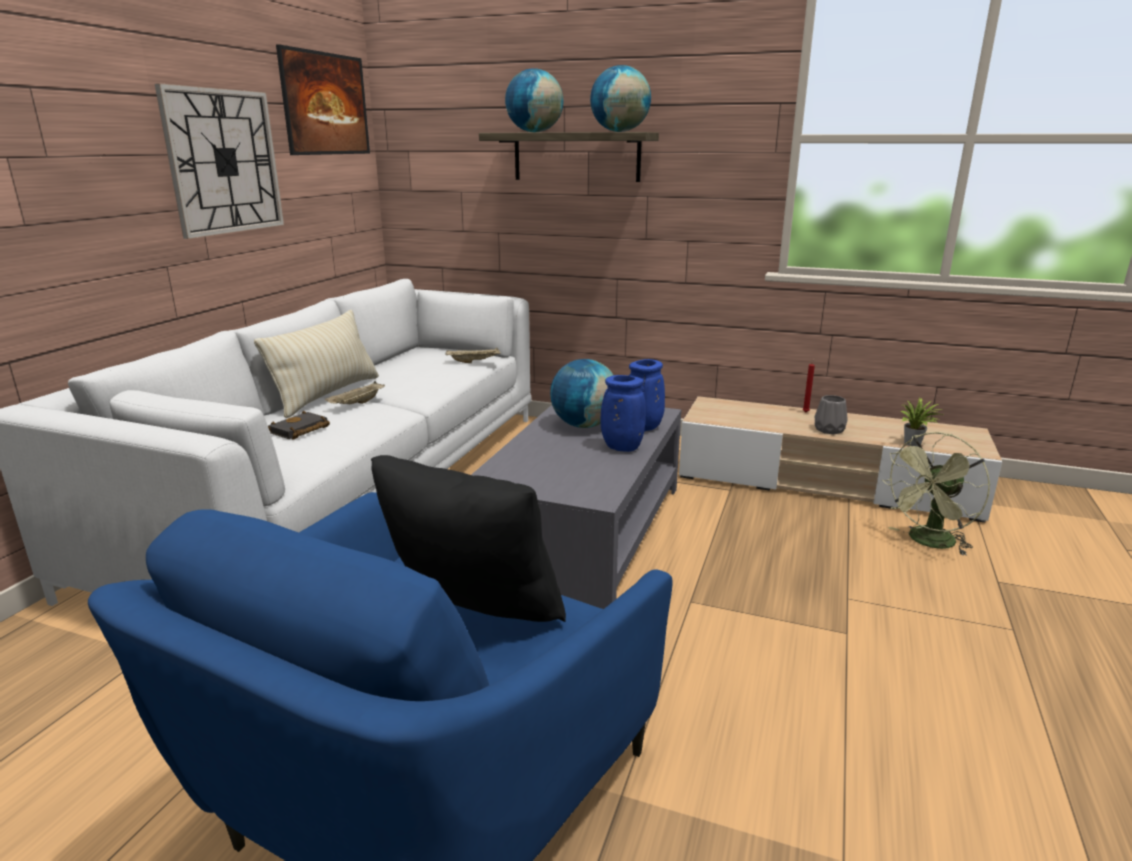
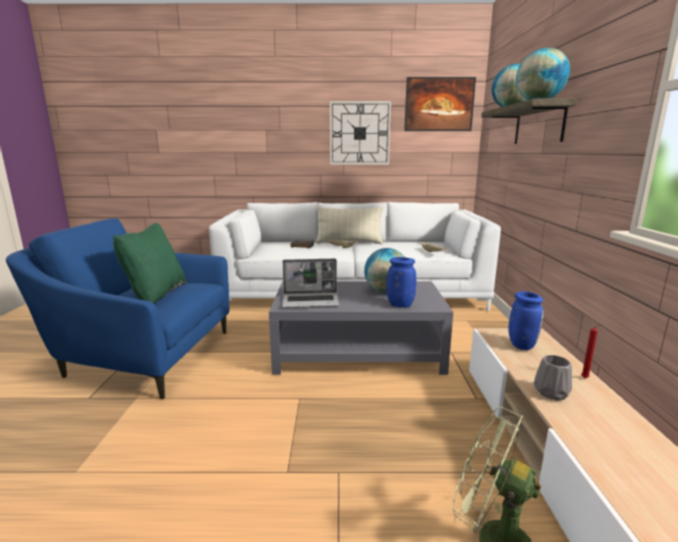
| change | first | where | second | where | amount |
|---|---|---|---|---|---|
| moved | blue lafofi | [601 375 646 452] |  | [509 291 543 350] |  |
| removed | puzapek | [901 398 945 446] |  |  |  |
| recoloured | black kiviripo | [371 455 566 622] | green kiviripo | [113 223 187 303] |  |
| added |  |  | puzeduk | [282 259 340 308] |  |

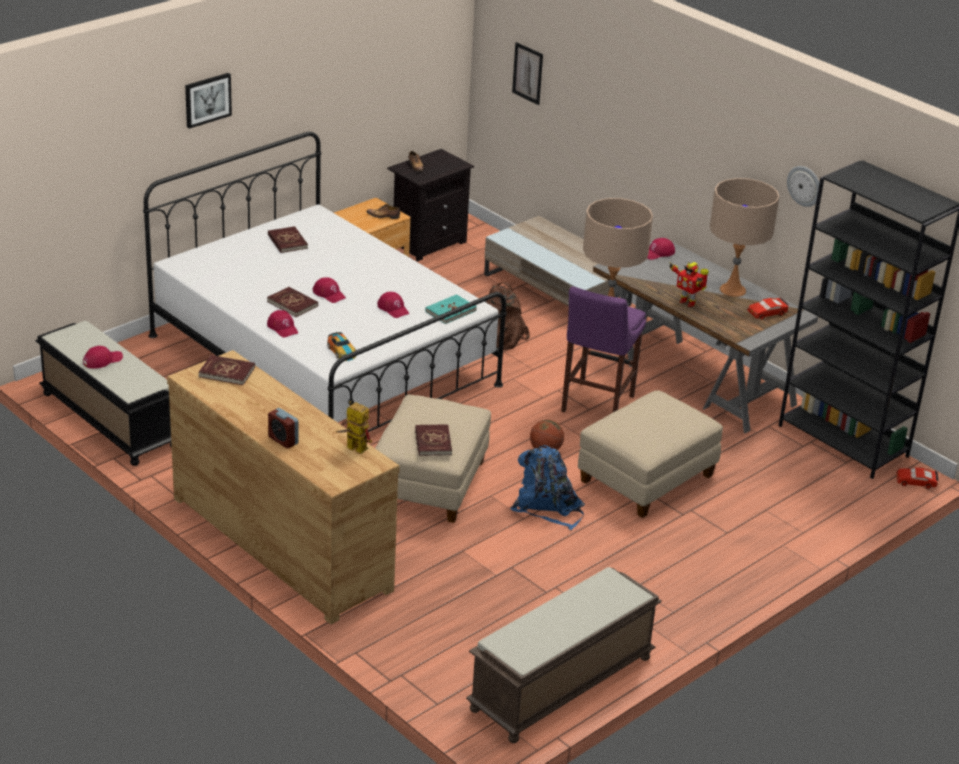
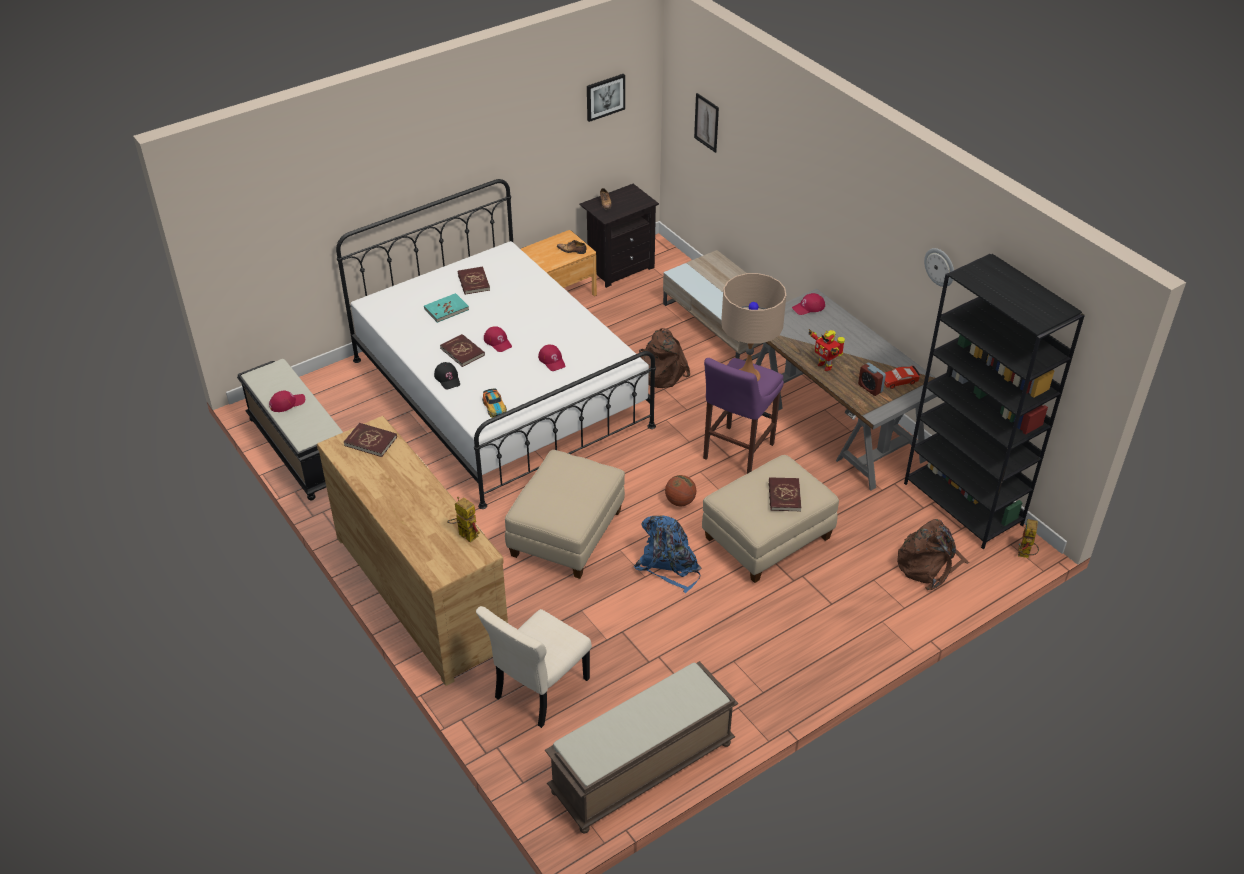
| change | first | where | second | where | amount |
|---|---|---|---|---|---|
| moved | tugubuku | [185 73 232 129] |  | [587 74 625 122] |  |
| removed | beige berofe | [710 178 779 297] |  |  |  |
| moved | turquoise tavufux | [425 294 477 324] |  | [424 293 469 323] |  |
| recoloured | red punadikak | [267 310 298 337] | black punadikak | [434 362 460 389] |  |
| moved | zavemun | [268 408 299 448] |  | [858 363 886 396] |  |
| moved | red tavufux | [415 424 452 456] |  | [769 477 802 511] |  |
| replaced | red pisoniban | [896 467 939 489] | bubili | [1018 519 1039 558] |  |
| added |  |  | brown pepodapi | [897 519 969 590] |  |
| added |  |  | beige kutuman | [476 606 592 728] |  |

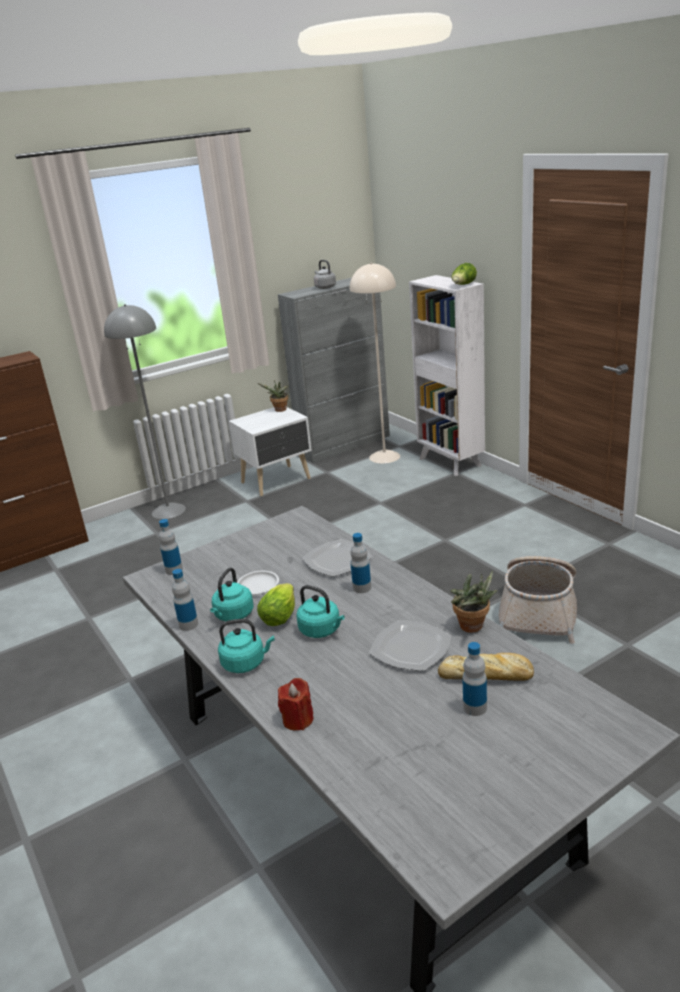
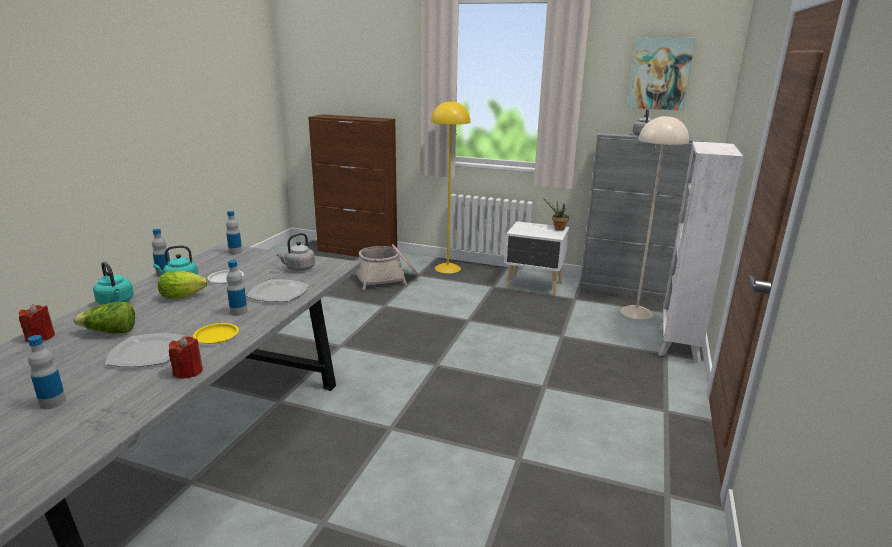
| change | first | where | second | where | amount |
|---|---|---|---|---|---|
| moved | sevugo | [451 263 477 285] |  | [73 302 135 333] |  |
| recoloured | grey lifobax | [104 304 186 519] | yellow lifobax | [431 100 470 273] |  |
| moved | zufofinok | [499 556 577 644] |  | [354 244 420 290] |  |
| replaced | puzapek | [451 571 498 633] | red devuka | [169 336 203 379] |  |
| removed | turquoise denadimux | [296 585 345 638] |  |  |  |
| removed | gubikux | [438 653 534 681] |  |  |  |
| added |  |  | tugubuku | [627 37 696 111] |  |
| added |  |  | grey denadimux | [277 233 315 271] |  |
| added |  |  | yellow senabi | [193 323 239 344] |  |

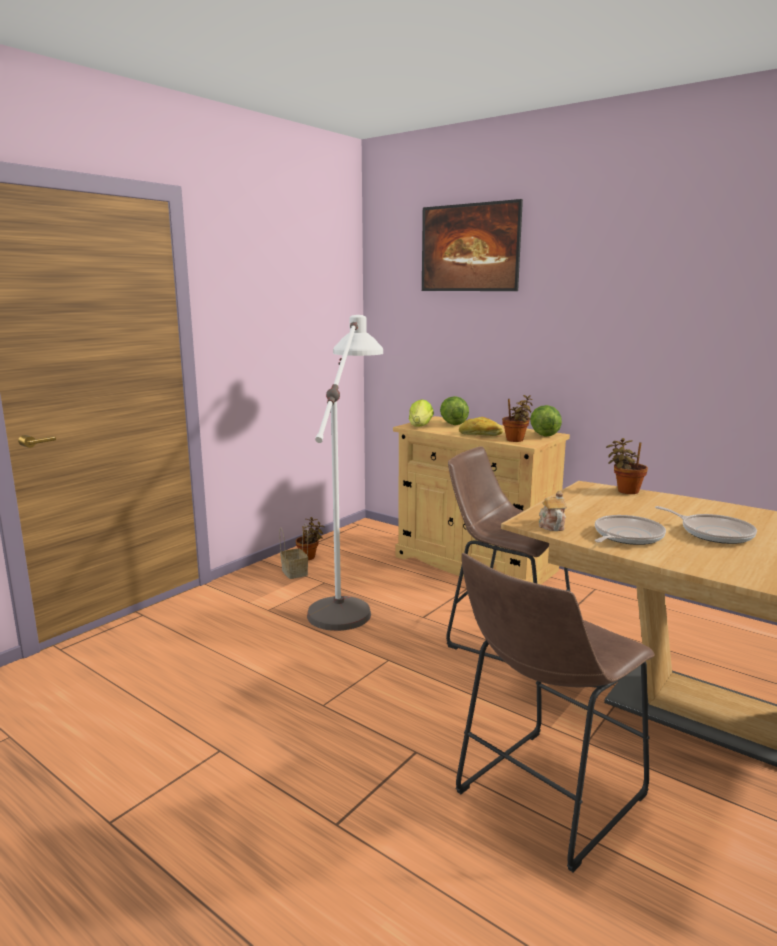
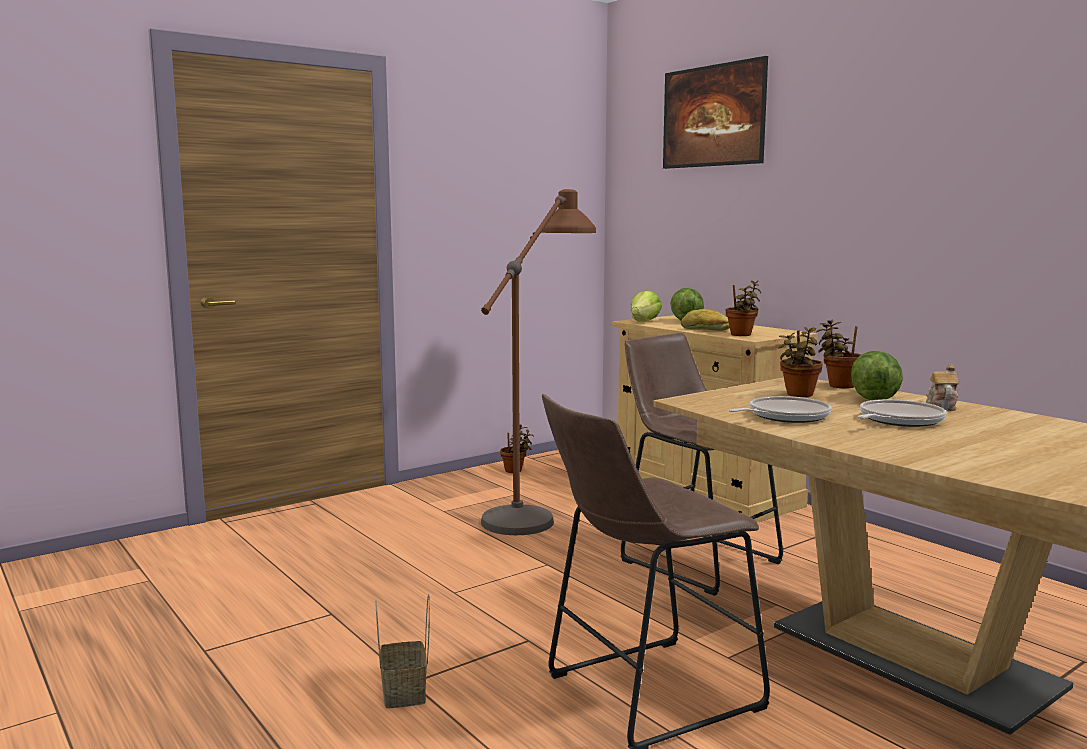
| change | first | where | second | where | amount |
|---|---|---|---|---|---|
| recoloured | white lifobax | [307 315 383 631] | brown lifobax | [481 189 596 535] |  |
| moved | sevugo | [530 405 562 437] |  | [851 351 903 400] |  |
| moved | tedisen | [539 491 567 531] |  | [926 364 959 411] |  |
| turned | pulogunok | [655 506 757 544] |  | [857 399 947 427] | 105 degrees counterclockwise |
| moved | zufofinok | [279 523 308 579] |  | [375 594 430 708] |  |
| added |  |  | puzapek | [778 327 823 397] |  |

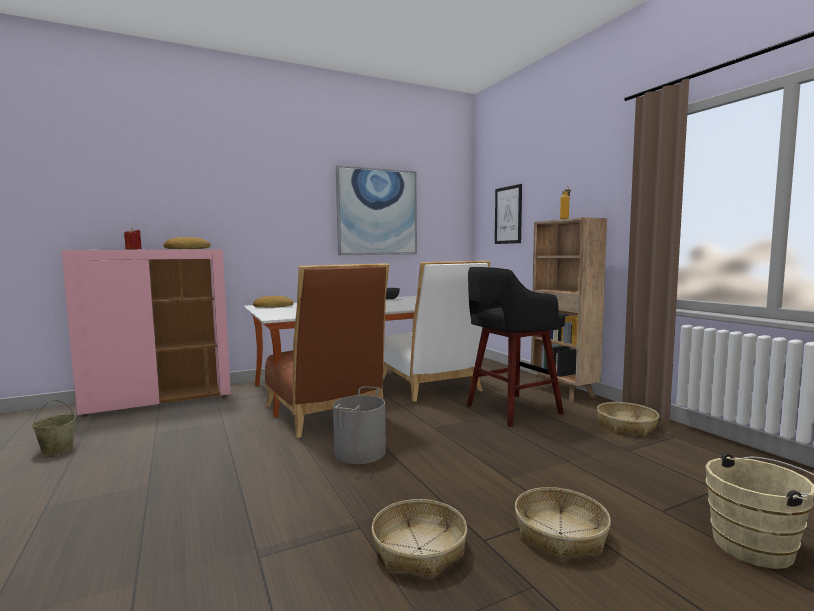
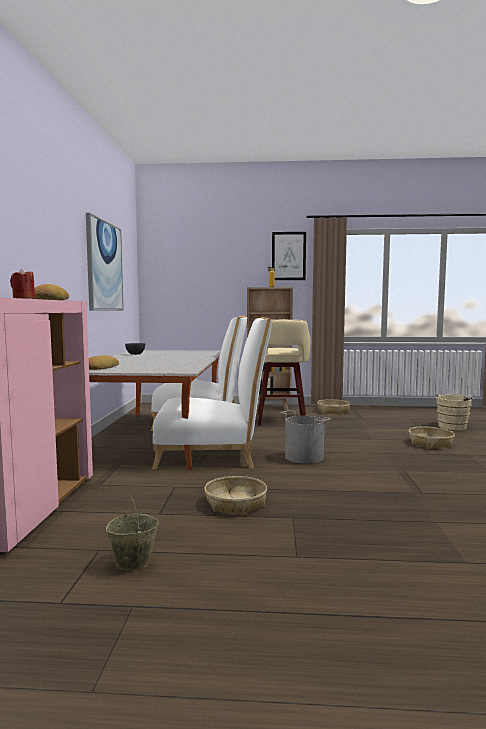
| change | first | where | second | where | amount |
|---|---|---|---|---|---|
| moved | tugubuku | [495 184 522 244] |  | [272 232 306 280] |  |
| recoloured | brown kutuman | [265 263 389 438] | white kutuman | [152 317 272 469] |  |
| recoloured | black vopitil | [467 267 565 427] | beige vopitil | [258 319 310 425] |  |
| moved | zufofinok | [371 499 467 578] |  | [204 476 267 516] |  |

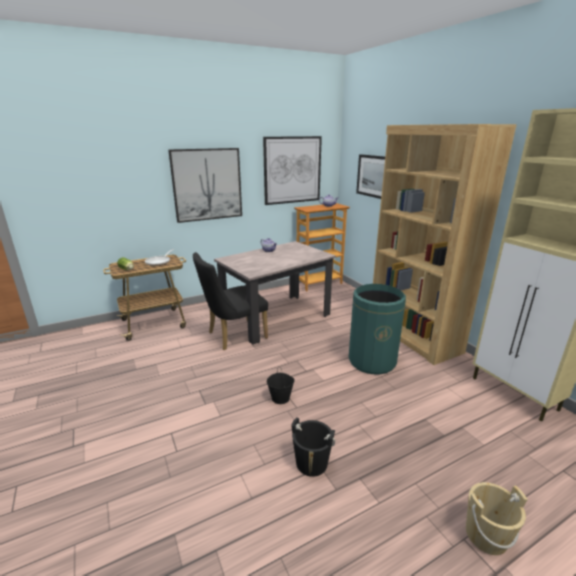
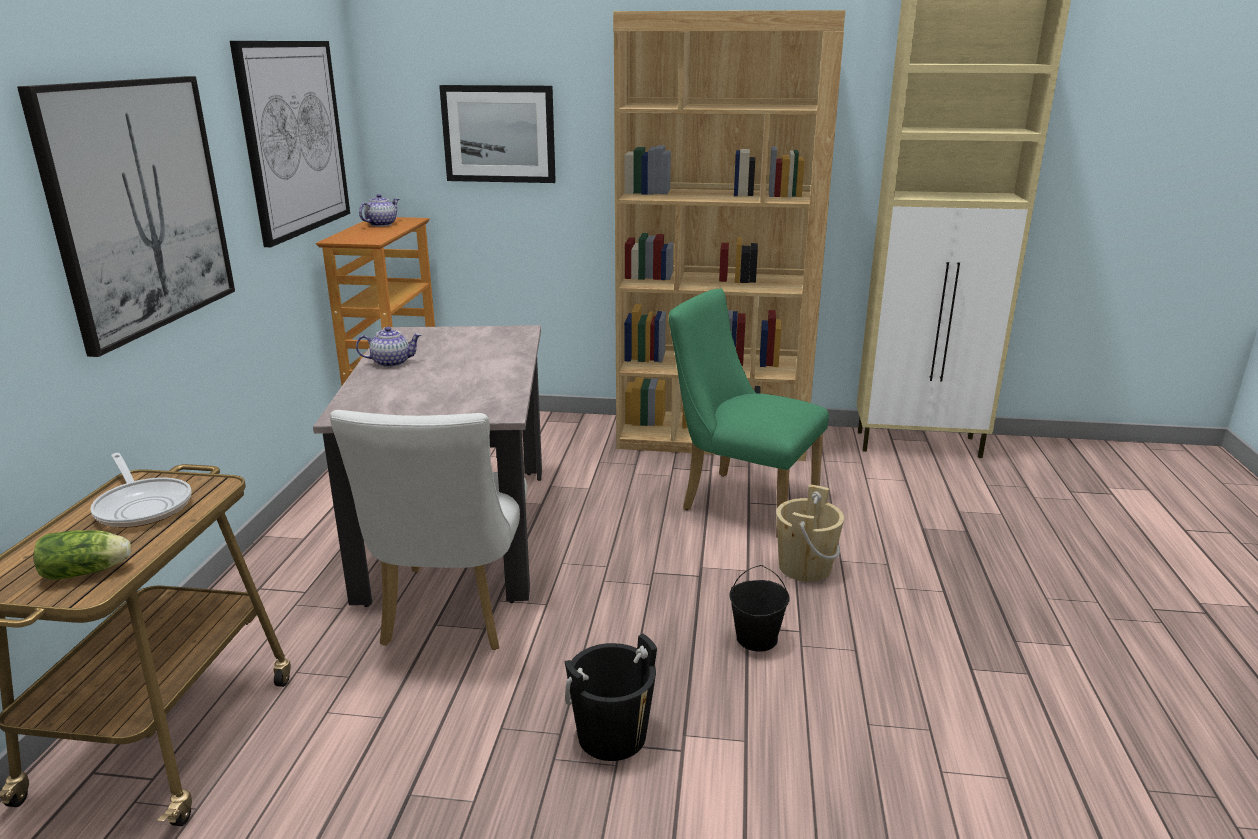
| change | first | where | second | where | amount |
|---|---|---|---|---|---|
| recoloured | black kutuman | [193 252 268 350] | white kutuman | [330 410 527 650] |  |
| replaced | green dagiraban | [349 284 406 375] | green kutuman | [669 289 829 538] |  |
| moved | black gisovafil | [291 417 335 477] |  | [564 633 657 761] |  |
| moved | beige gisovafil | [466 482 528 555] |  | [776 485 844 582] |  |

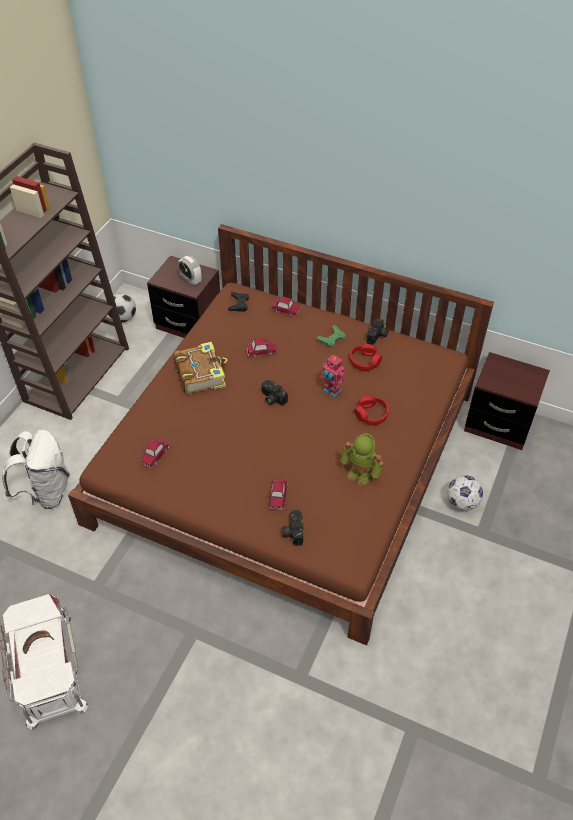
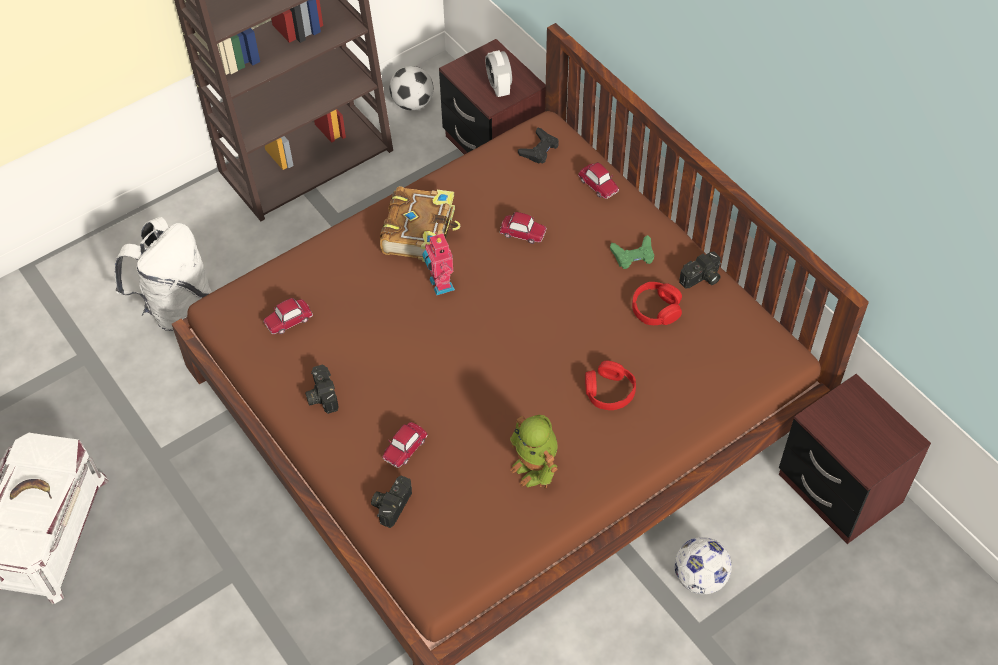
| change | first | where | second | where | amount |
|---|---|---|---|---|---|
| moved | bubili | [320 355 346 398] |  | [422 232 455 296] |  |
| moved | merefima | [261 380 288 406] |  | [305 364 338 414] |  |

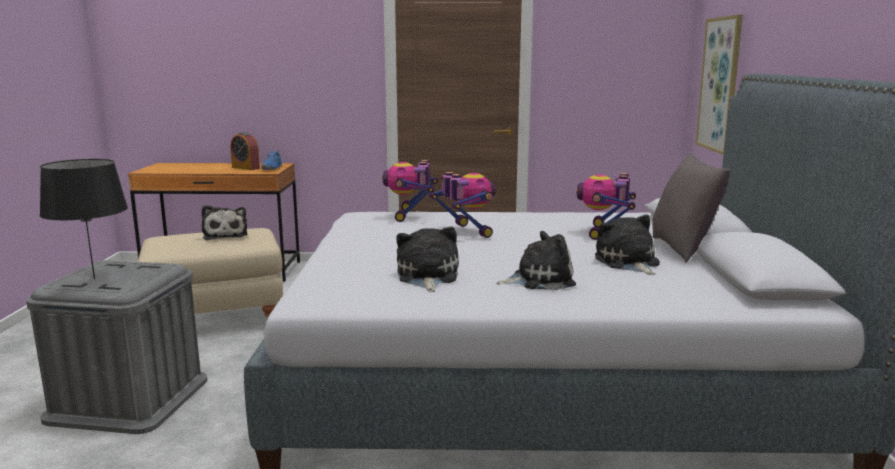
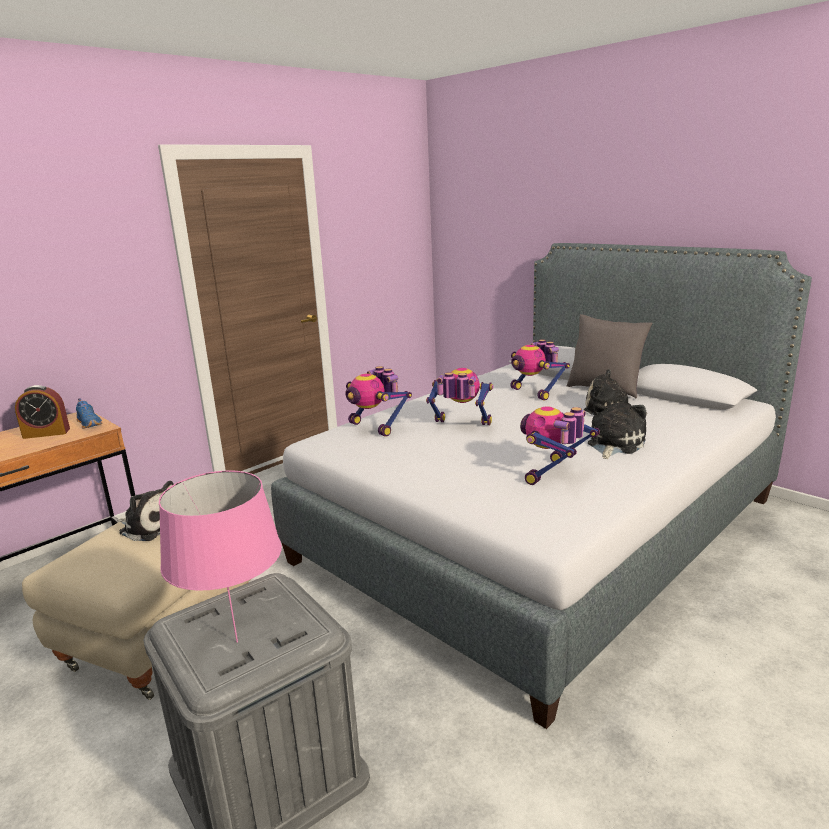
| change | first | where | second | where | amount |
|---|---|---|---|---|---|
| removed | tugubuku | [696 15 743 155] |  |  |  |
| recoloured | black berofe | [39 159 128 279] | pink berofe | [159 470 282 643] |  |
| replaced | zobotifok | [396 226 459 292] | bubili | [520 406 600 485] |  |

